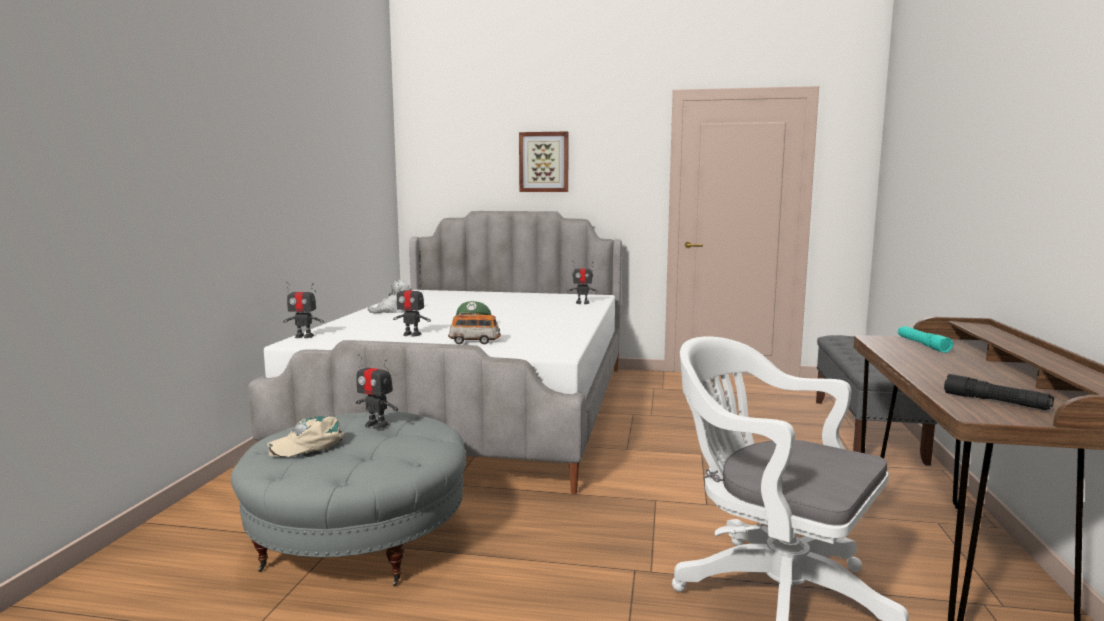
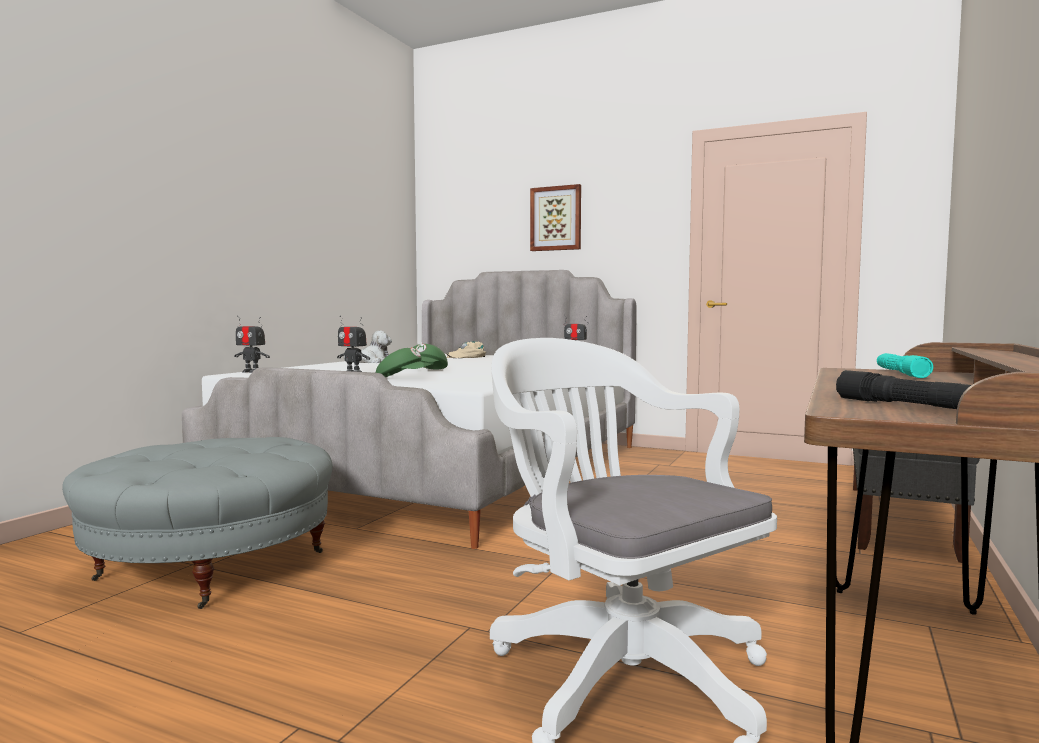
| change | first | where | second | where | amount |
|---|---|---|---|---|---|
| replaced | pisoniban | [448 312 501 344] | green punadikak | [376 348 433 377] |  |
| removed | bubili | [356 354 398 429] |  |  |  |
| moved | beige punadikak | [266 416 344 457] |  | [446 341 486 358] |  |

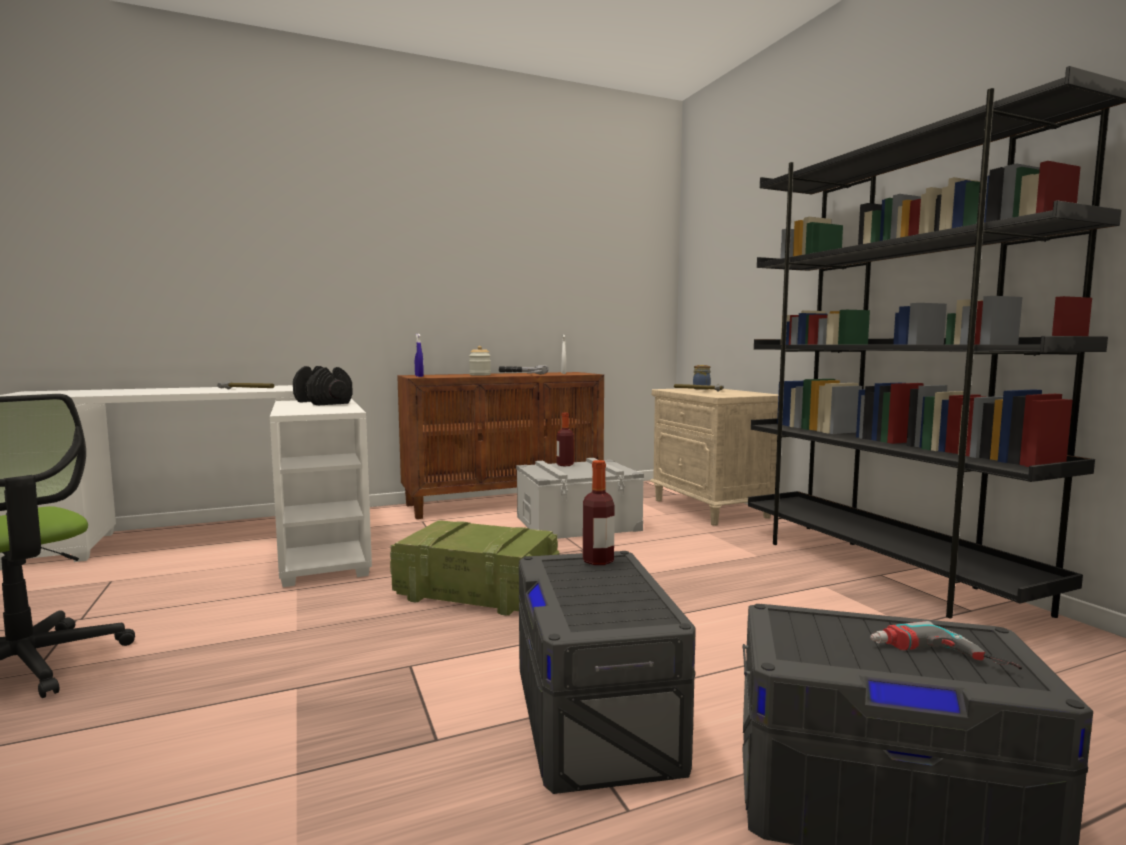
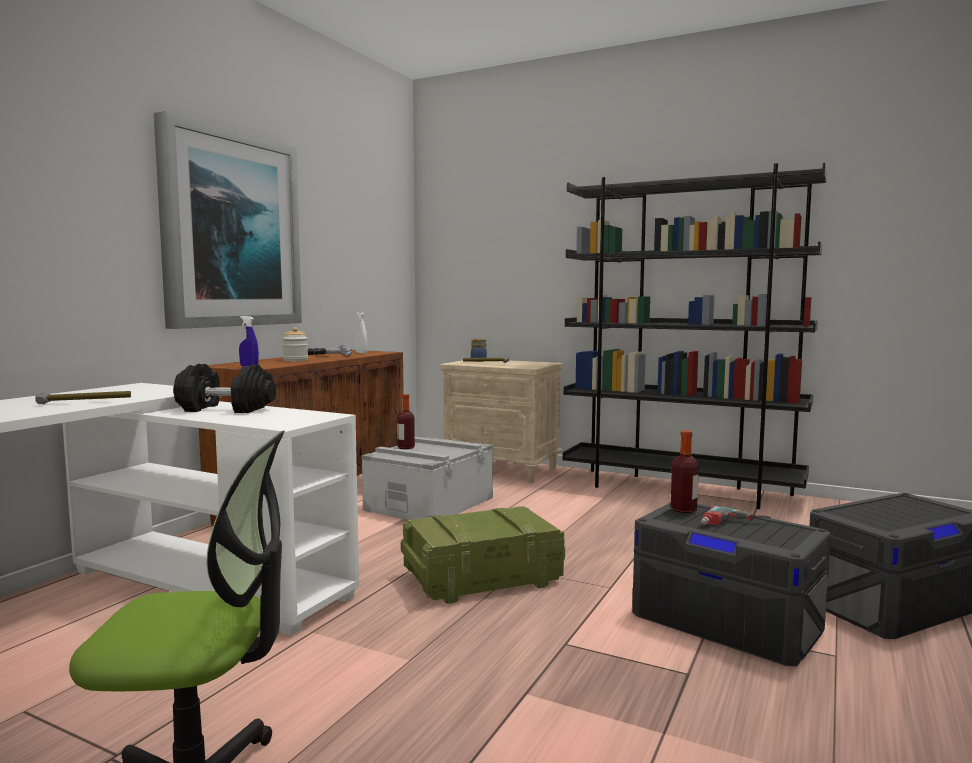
| change | first | where | second | where | amount |
|---|---|---|---|---|---|
| moved | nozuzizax | [870 621 1022 669] |  | [701 506 771 525] |  |
| added |  |  | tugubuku | [154 111 302 329] |  |

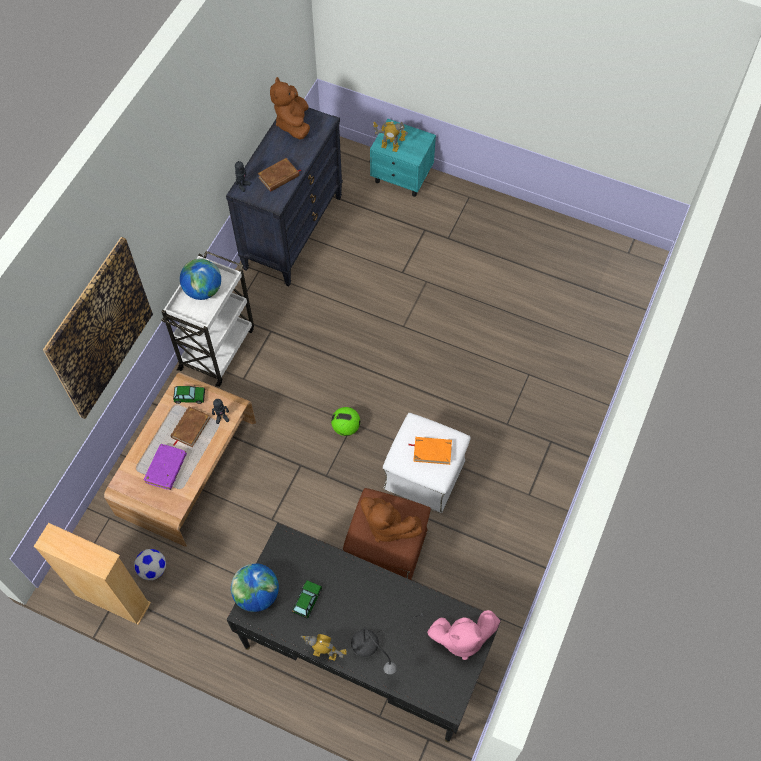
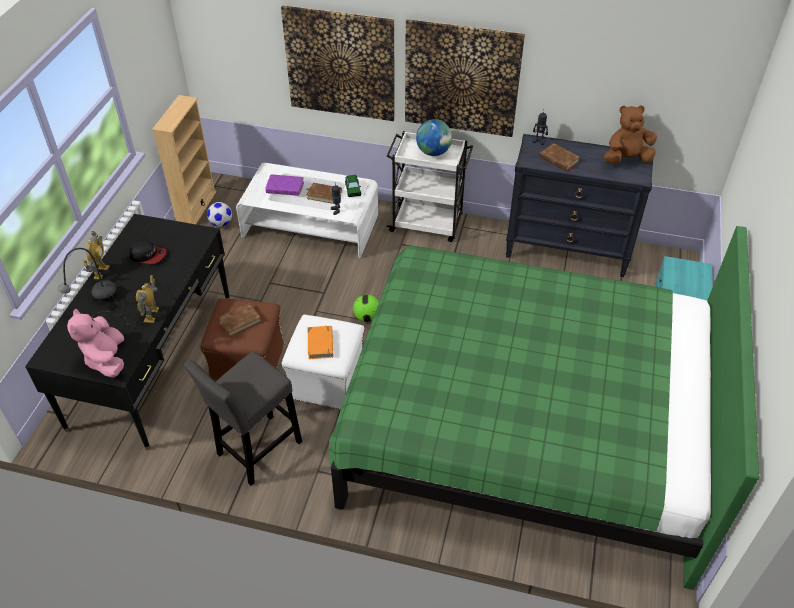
| change | first | where | second | where | amount |
|---|---|---|---|---|---|
| moved | bubili | [373 121 408 152] |  | [136 275 159 323] |  |
| recoloured | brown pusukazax | [104 372 256 547] | white pusukazax | [236 163 378 259] |  |
| replaced | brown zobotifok | [360 497 422 543] | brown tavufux | [216 303 262 337] |  |
| removed | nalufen | [231 563 279 612] |  |  |  |
| replaced | pisoniban | [292 580 322 619] | punadikak | [129 240 167 264] |  |
| added |  |  | tugubuku | [405 19 525 137] |  |
| added |  |  | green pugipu | [329 226 759 590] |  |
| added |  |  | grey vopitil | [184 352 302 486] |  |

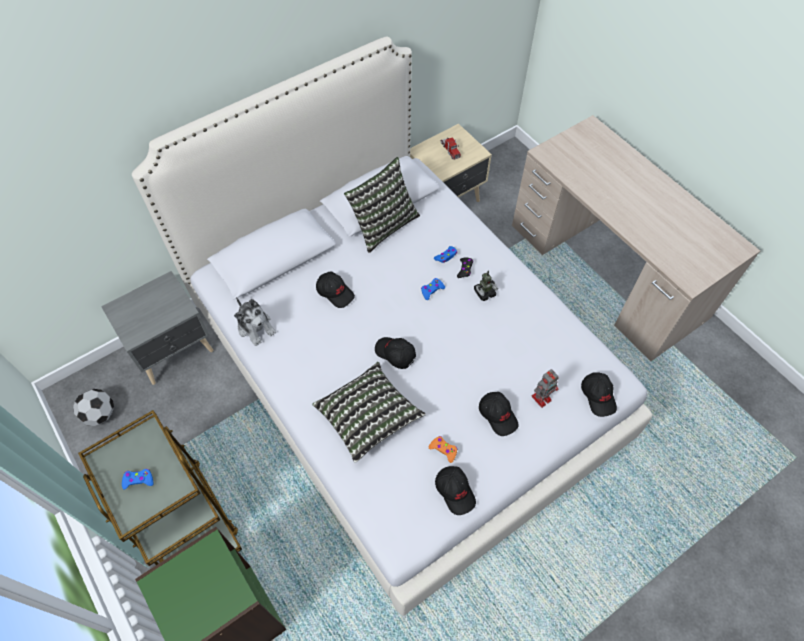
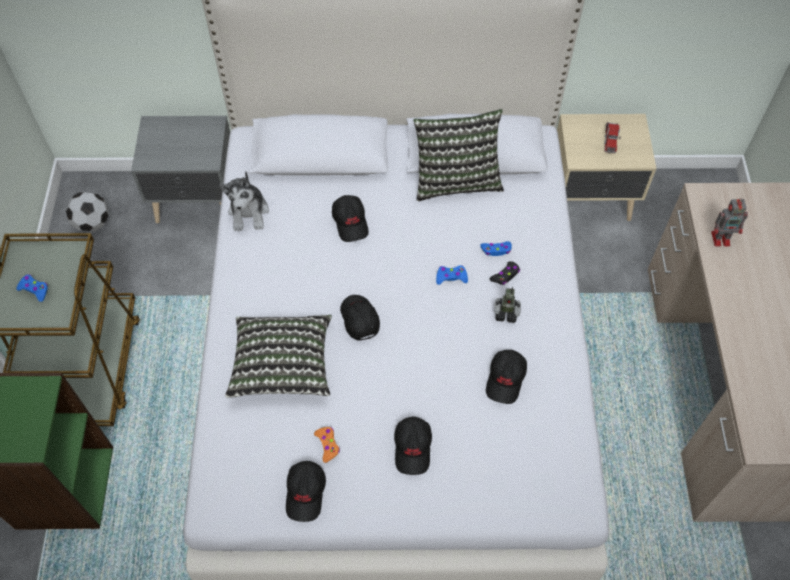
| change | first | where | second | where | amount |
|---|---|---|---|---|---|
| moved | bubili | [531 369 559 408] |  | [711 198 748 247] |  |
| moved | black punadikak | [581 372 617 417] |  | [486 350 527 404] |  |

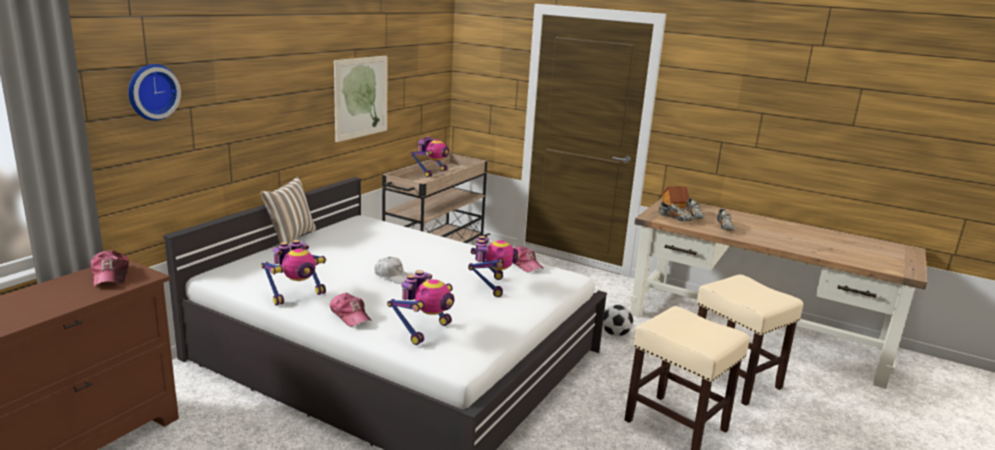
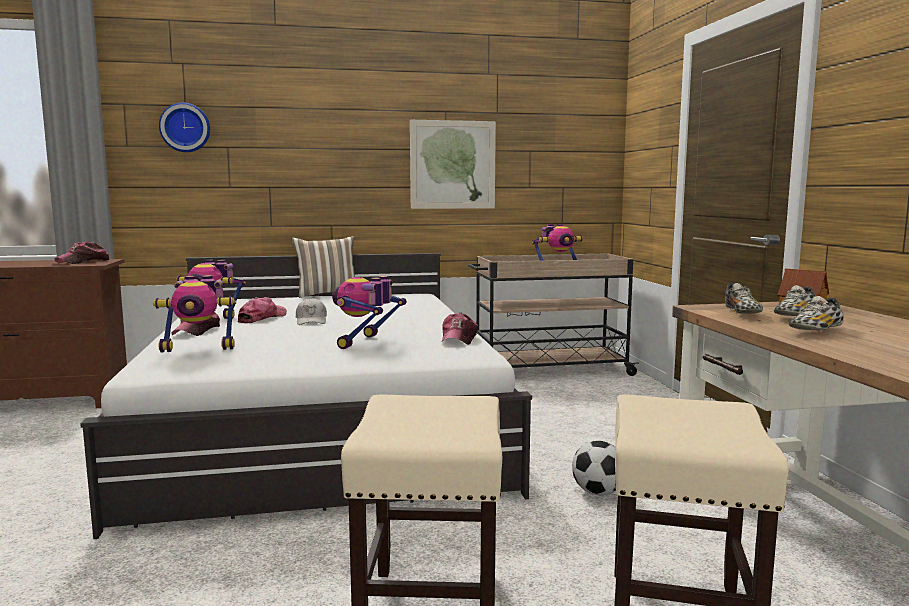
| change | first | where | second | where | amount |
|---|---|---|---|---|---|
| turned | bubili | [468 236 519 297] |  | [332 276 407 349] | 150 degrees clockwise |
| added |  |  | punadikak | [237 297 287 323] |  |

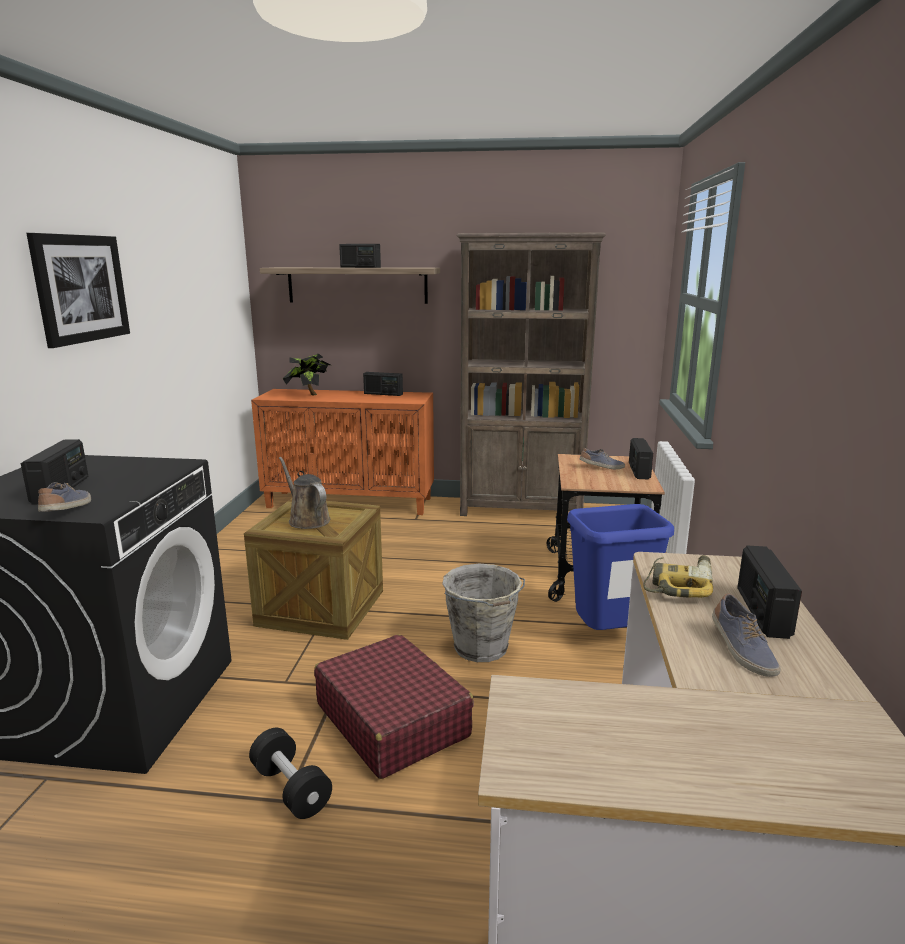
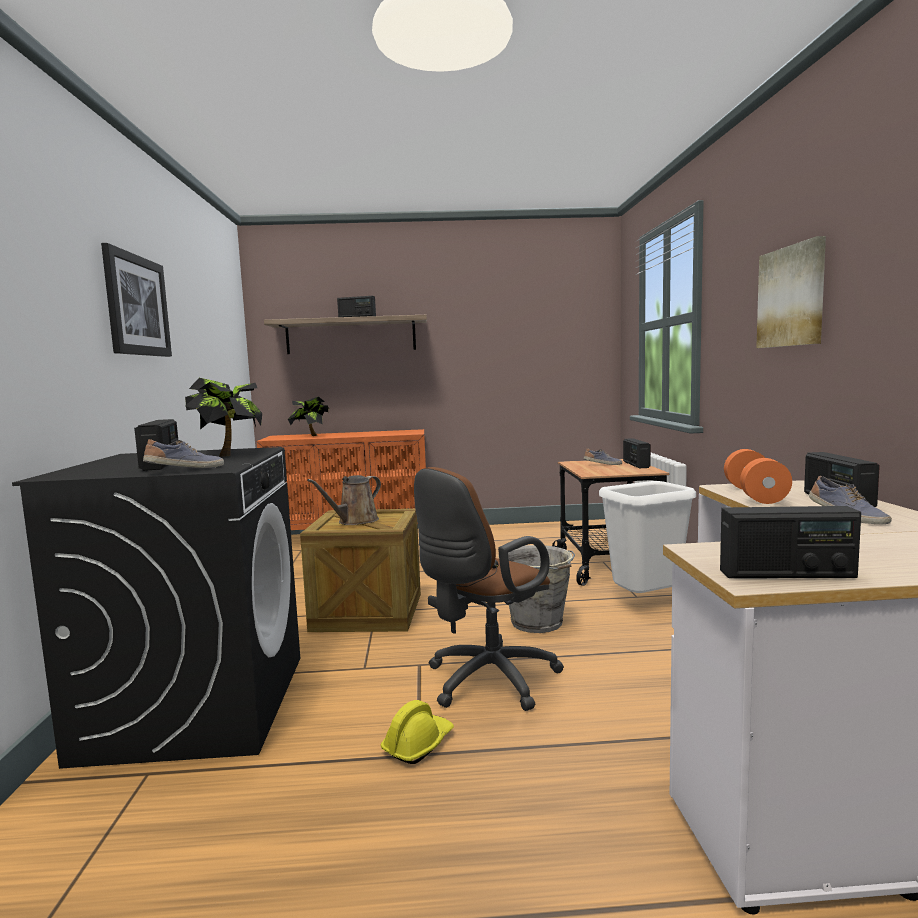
| change | first | where | second | where | amount |
|---|---|---|---|---|---|
| removed | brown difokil | [457 232 606 516] |  |  |  |
| moved | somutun | [363 372 403 396] |  | [720 506 861 578] |  |
| turned | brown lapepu | [279 457 331 529] |  | [307 475 381 525] | 90 degrees counterclockwise |
| turned | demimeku | [38 482 91 512] |  | [143 439 224 468] | 60 degrees clockwise |
| recoloured | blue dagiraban | [567 504 674 630] | white dagiraban | [599 481 696 593] |  |
| replaced | nozuzizax | [643 555 713 598] | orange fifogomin | [724 449 792 504] |  |
| replaced | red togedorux | [314 634 474 779] | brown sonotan | [414 467 564 711] |  |
| replaced | black fifogomin | [249 728 332 819] | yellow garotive | [381 700 454 764] |  |
| added |  |  | tugubuku | [756 236 826 348] |  |
| added |  |  | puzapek | [185 378 262 457] |  |

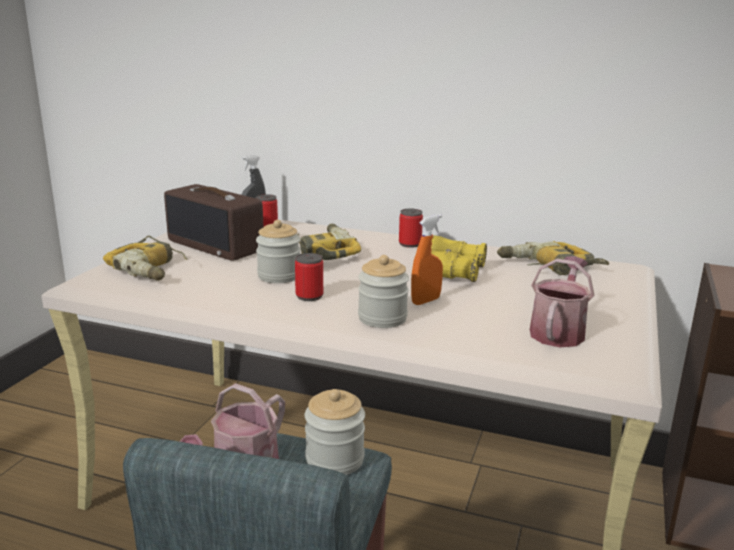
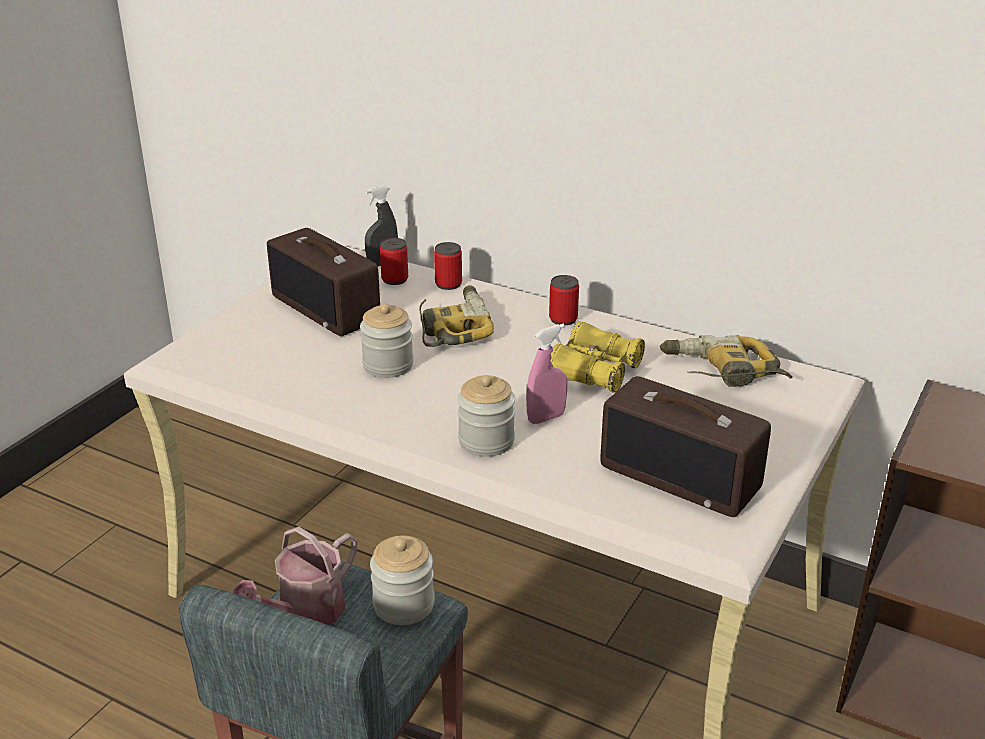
| change | first | where | second | where | amount |
|---|---|---|---|---|---|
| recoloured | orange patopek | [411 214 443 305] | pink patopek | [526 324 567 424] |  |
| removed | nozuzizax | [103 236 188 281] |  |  |  |
| moved | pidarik | [295 253 323 301] |  | [434 242 462 290] |  |
| replaced | lapepu | [530 256 594 347] | somutun | [600 376 771 517] |  |

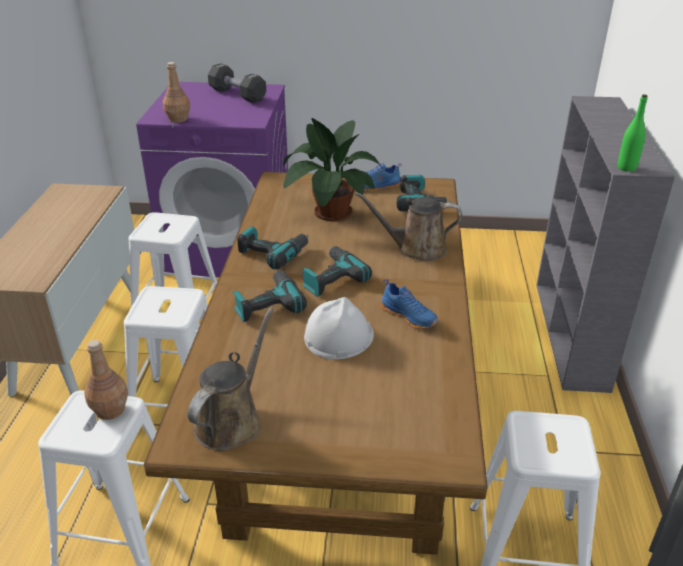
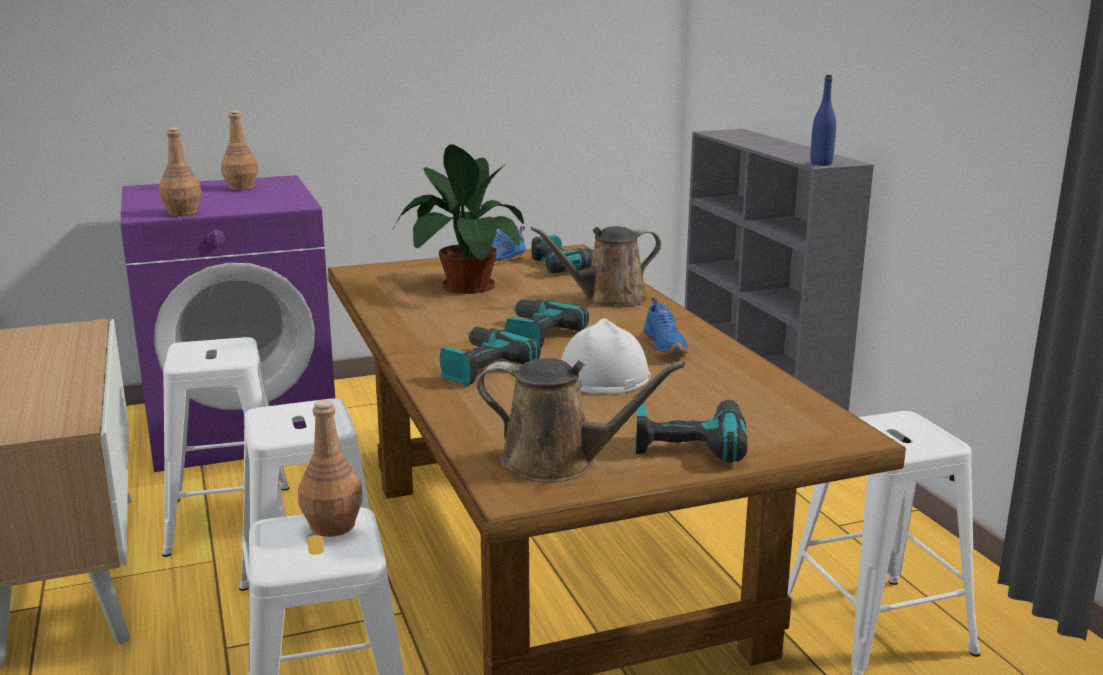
| change | first | where | second | where | amount |
|---|---|---|---|---|---|
| replaced | black fifogomin | [208 63 266 103] | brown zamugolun | [221 111 258 190] |  |
| recoloured | green zamugolun | [618 94 648 172] | blue zamugolun | [810 75 836 166] |  |
| moved | nozuzizax | [238 226 309 269] |  | [635 400 748 463] |  |
| turned | blue demimeku | [380 279 438 329] |  | [642 298 689 355] | 60 degrees clockwise |
| turned | brown lapepu | [188 308 274 451] |  | [477 358 685 482] | 105 degrees clockwise |

